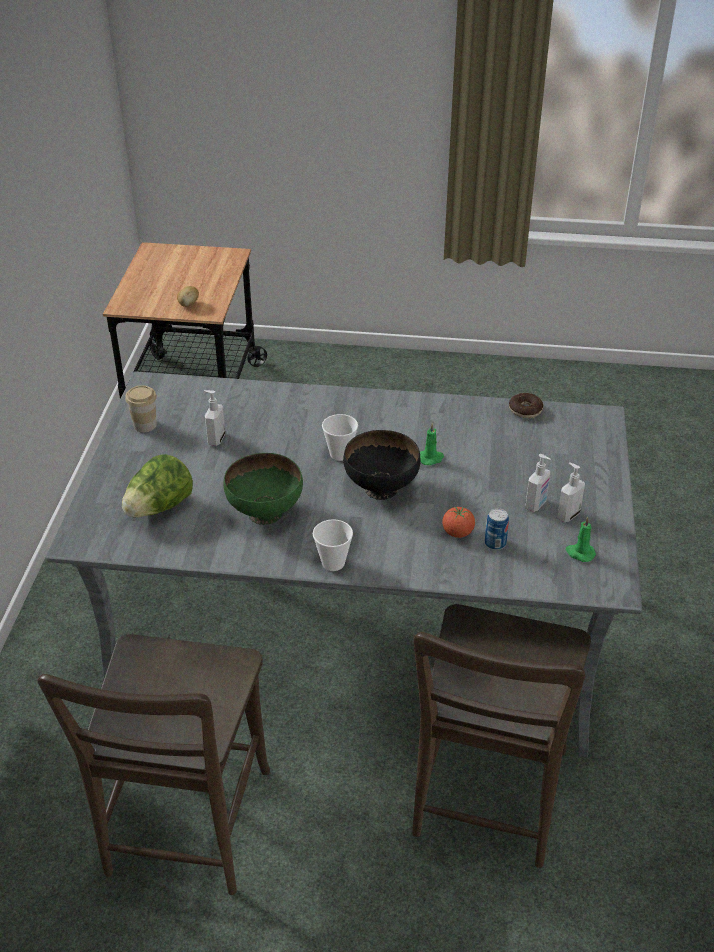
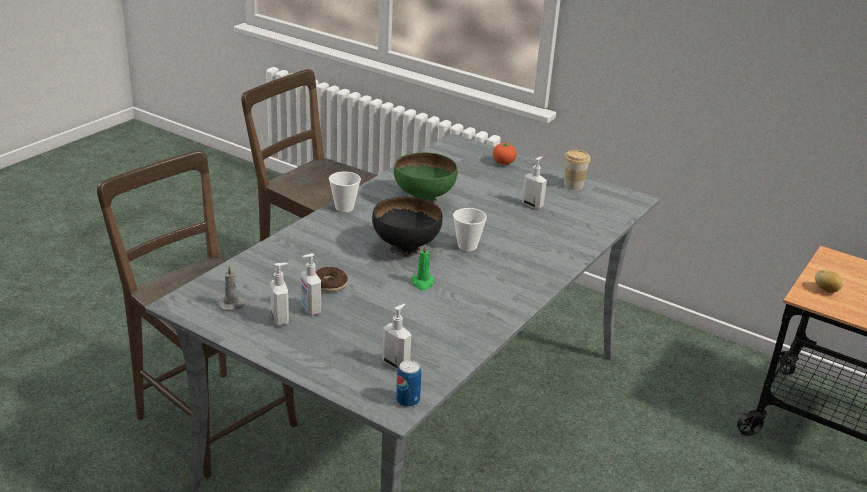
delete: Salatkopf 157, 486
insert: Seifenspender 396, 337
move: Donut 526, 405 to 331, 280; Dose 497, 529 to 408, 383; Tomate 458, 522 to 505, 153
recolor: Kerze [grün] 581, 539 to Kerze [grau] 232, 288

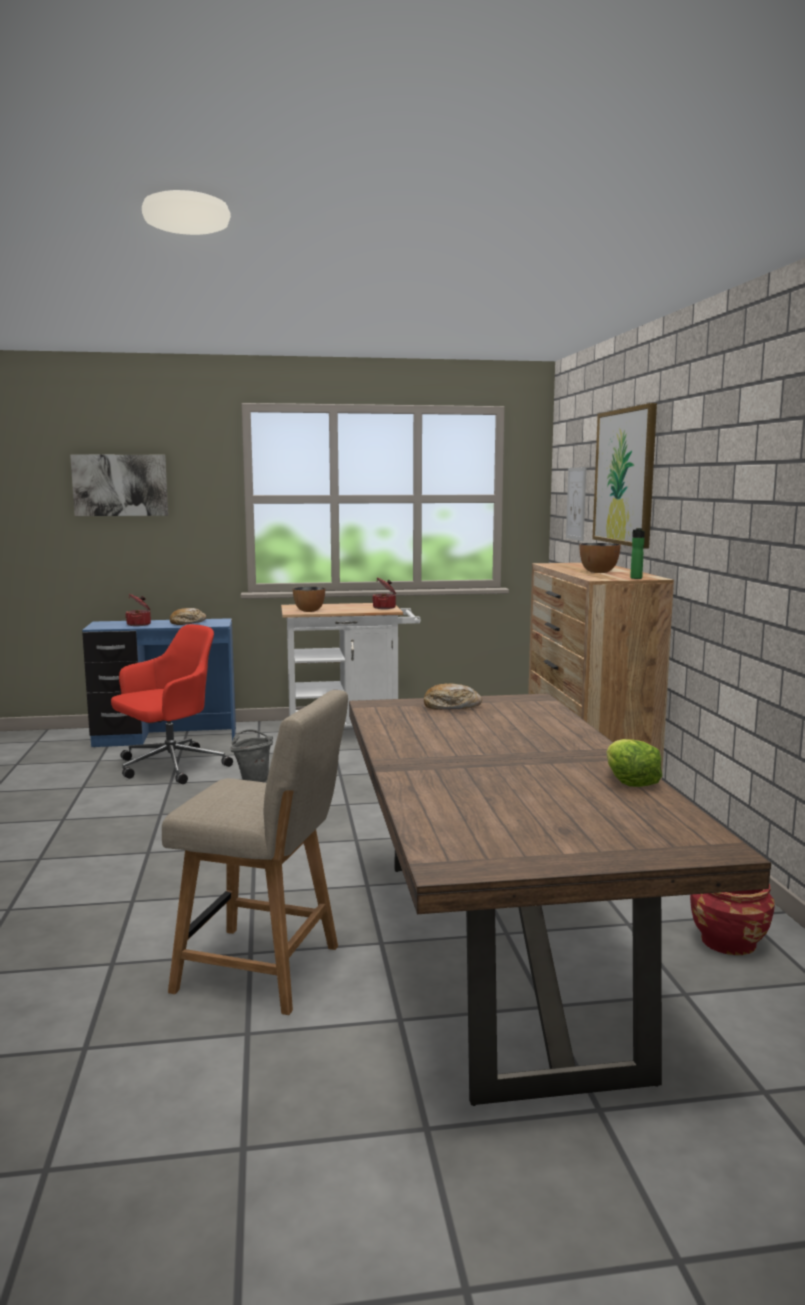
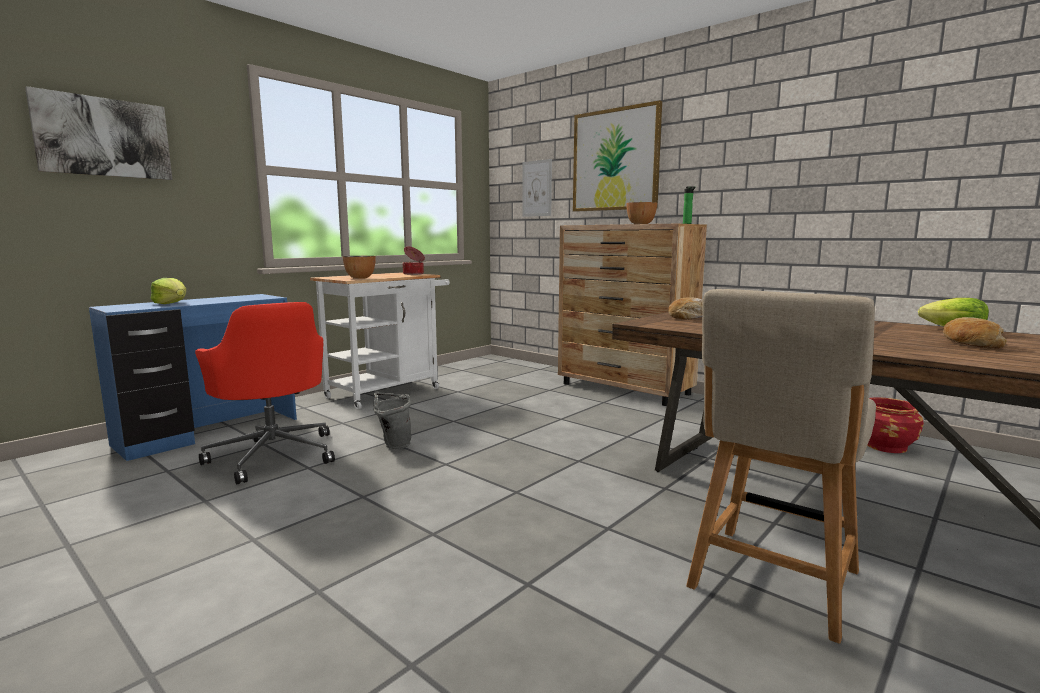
move: Brot 188, 616 to 975, 333
replace: Kochtopf 138, 610 to Salatkopf 168, 291
rotate: Bürostuhl [rot] 172, 704 = 265, 393 135 degrees clockwise; Stuhl [beige] 255, 852 = 781, 466 150 degrees clockwise

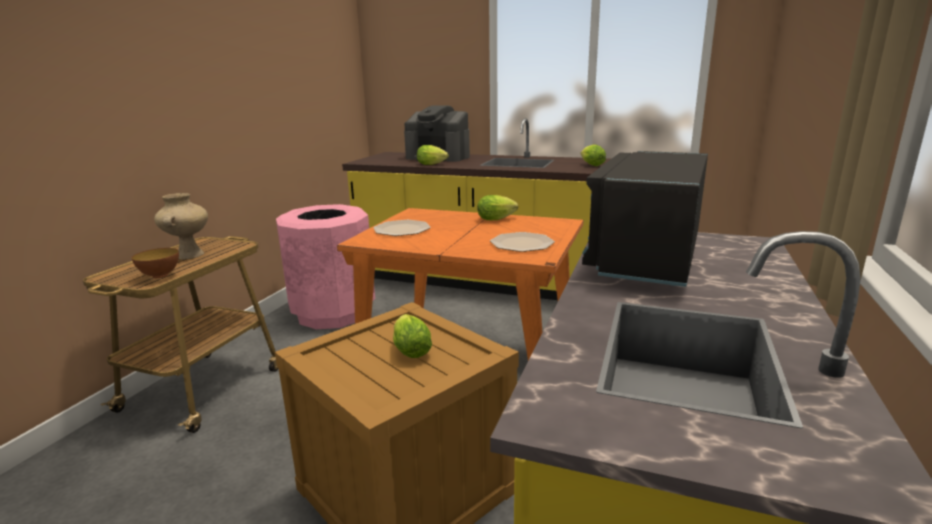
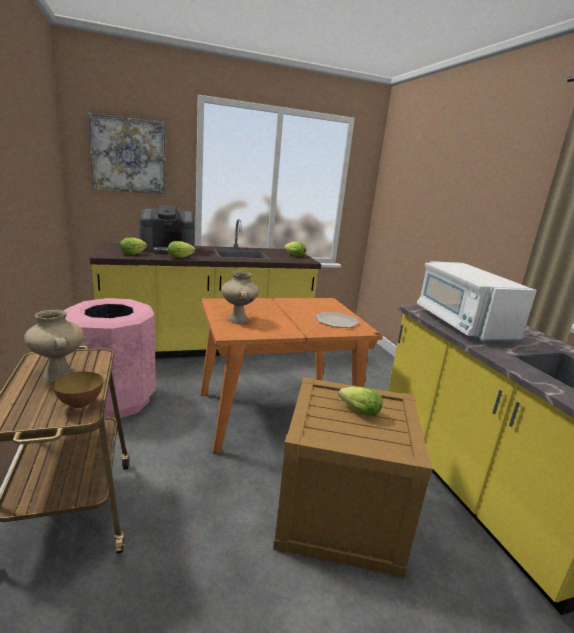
insert: Bild 126, 153
move: Salatkopf 497, 207 to 133, 246
replace: Teller 402, 228 to Vase [beige] 240, 297
recolor: Mikrowelle [schwarz] 645, 219 to Mikrowelle [weiß] 477, 301

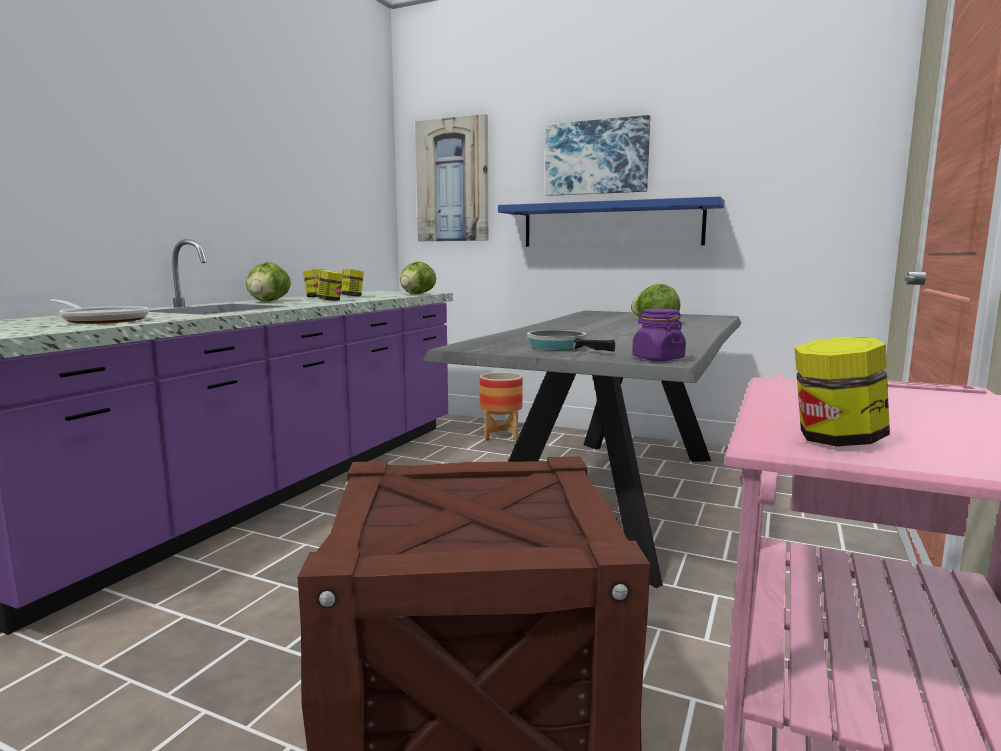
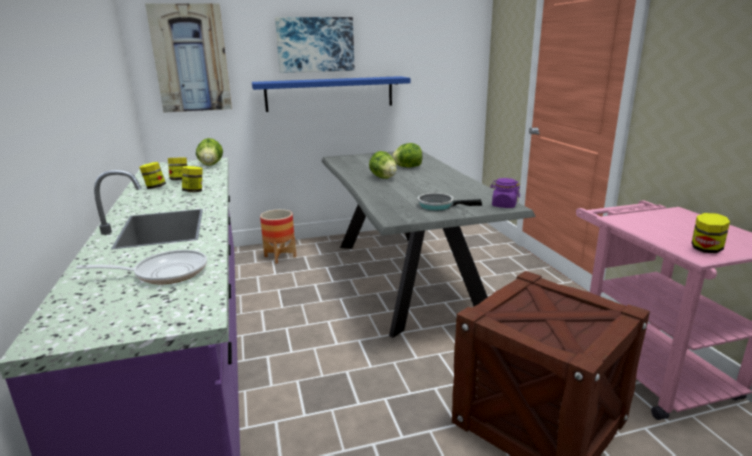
move: Salatkopf 268, 282 to 383, 165

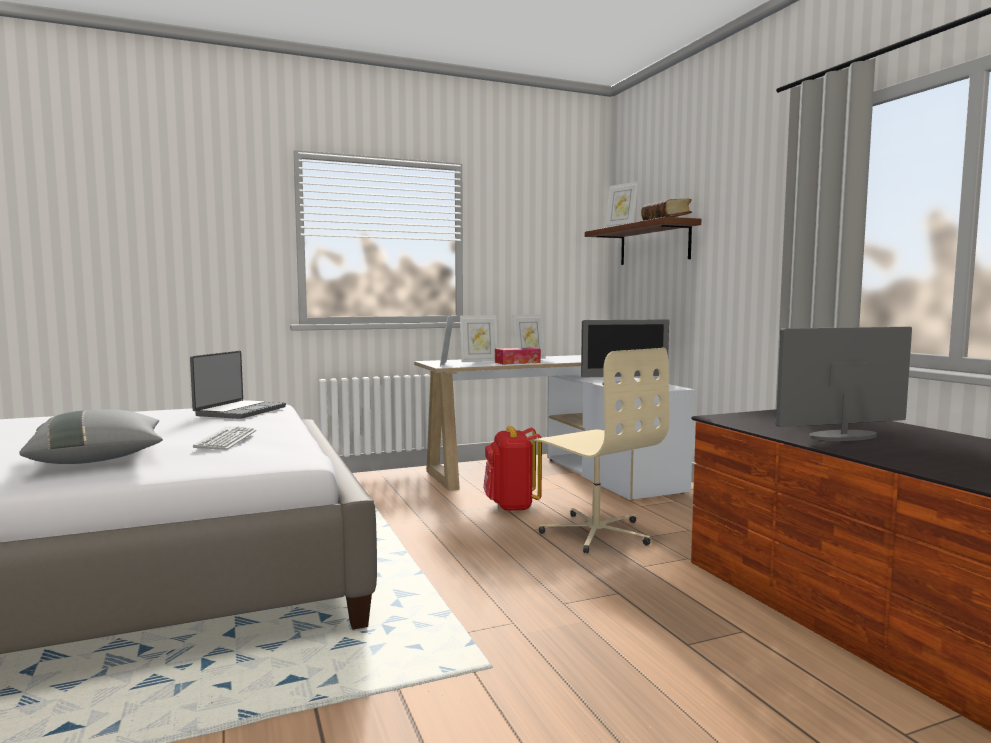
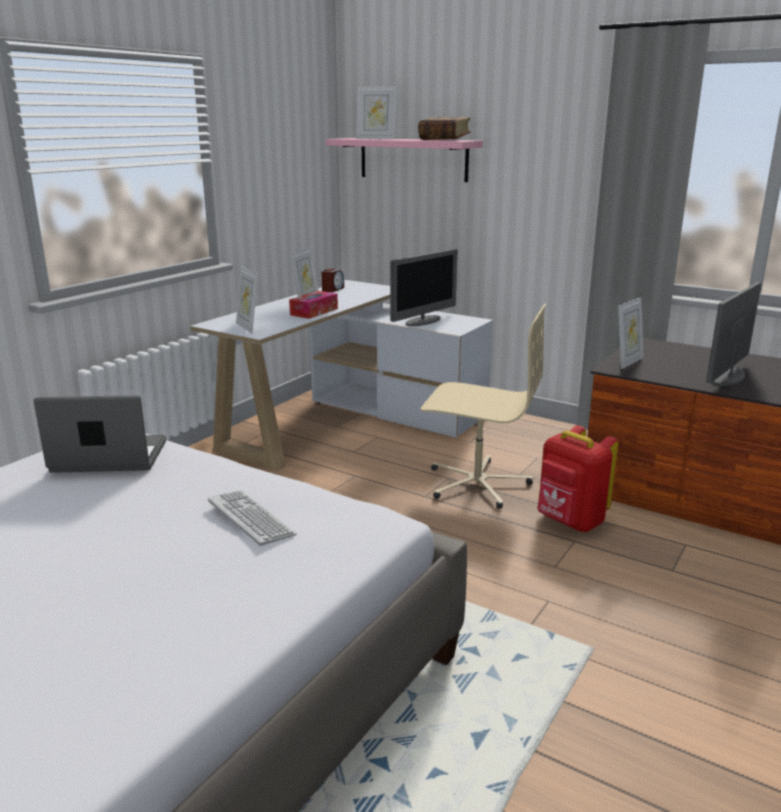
delete: Kissen [grau] 91, 436
insert: Wecker 332, 280
move: Rucksack [rot] 512, 469 to 578, 478; Bilderrahmen 479, 338 to 631, 333
recolor: Wandregal [braun] 643, 241 to Wandregal [rosa] 404, 160
rotate: Laptop 238, 385 = 99, 434 75 degrees counterclockwise

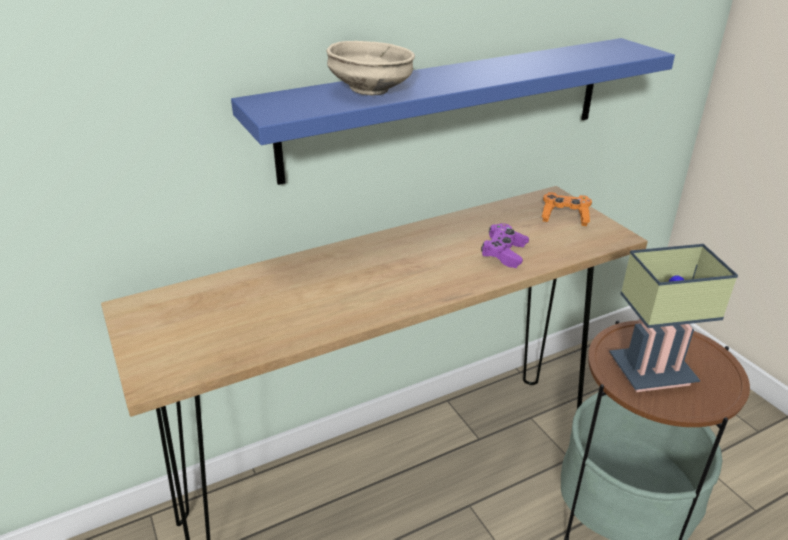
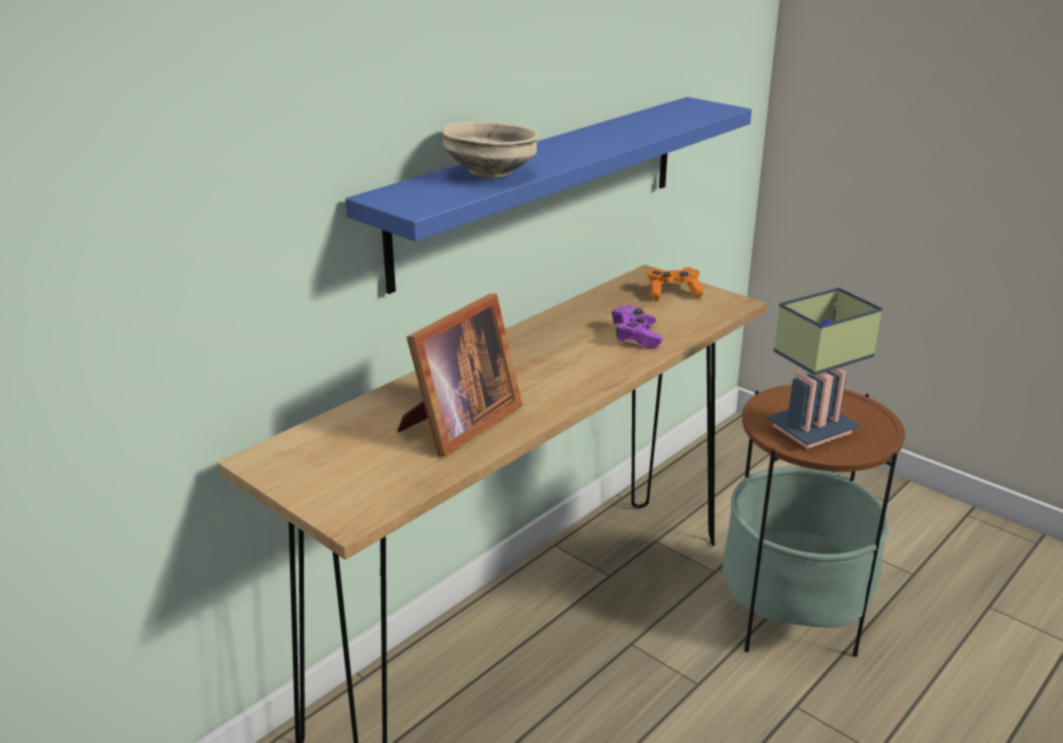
insert: Bilderrahmen 459, 375

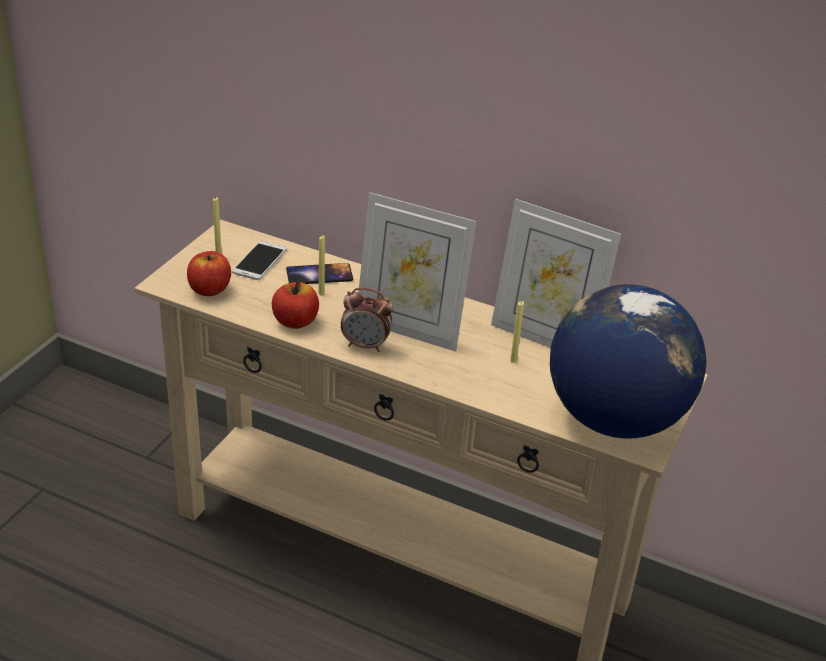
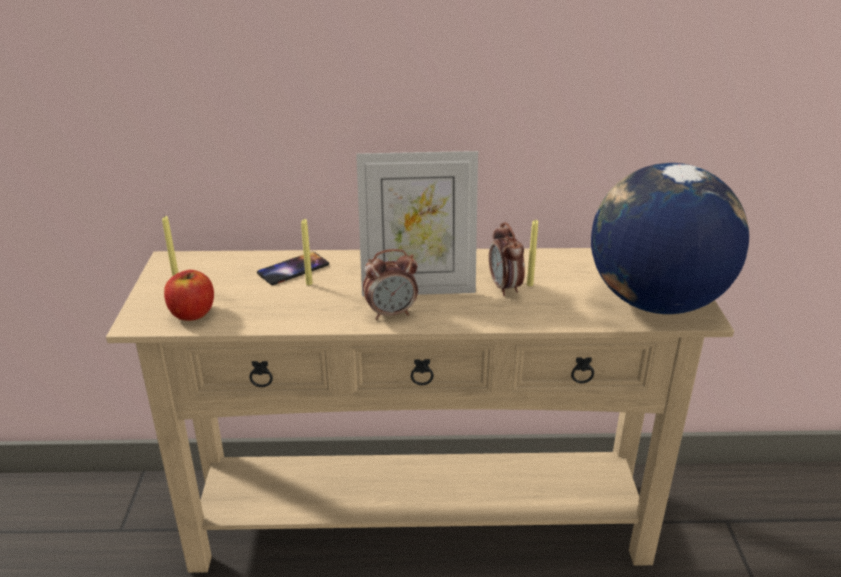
delete: Handy 259, 260; Apfel 295, 305; Bilderrahmen 556, 273
insert: Wecker 507, 259

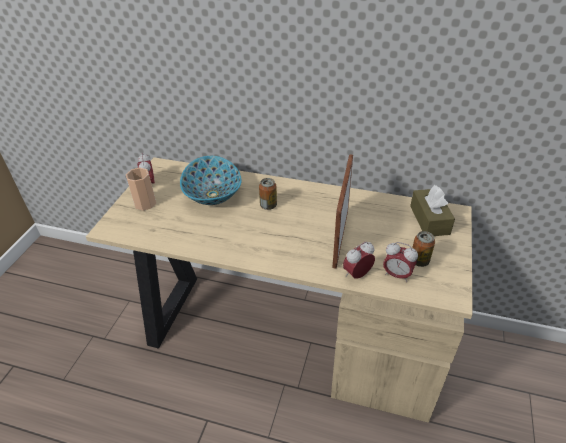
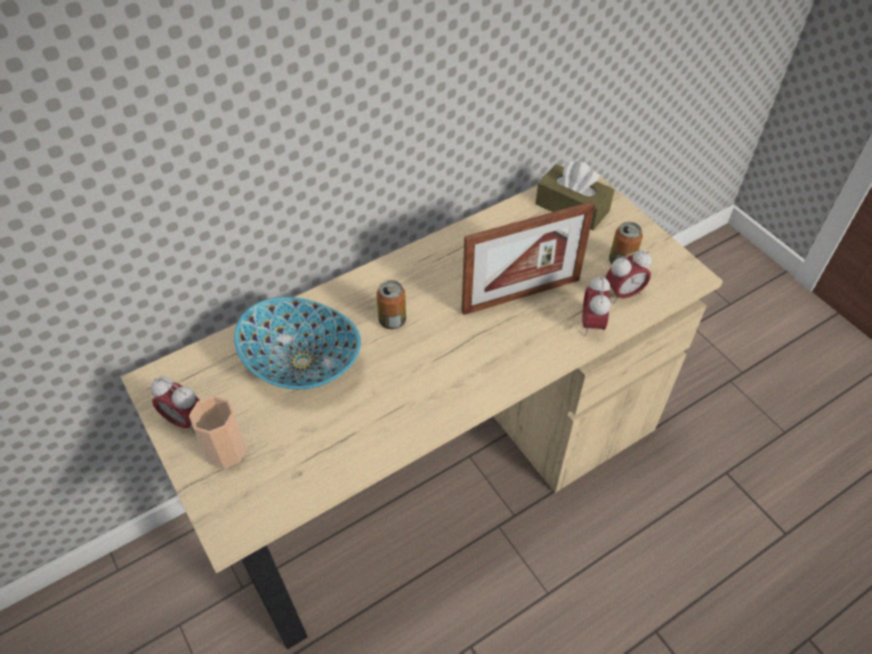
rotate: Bilderrahmen 342, 211 = 528, 258 75 degrees counterclockwise

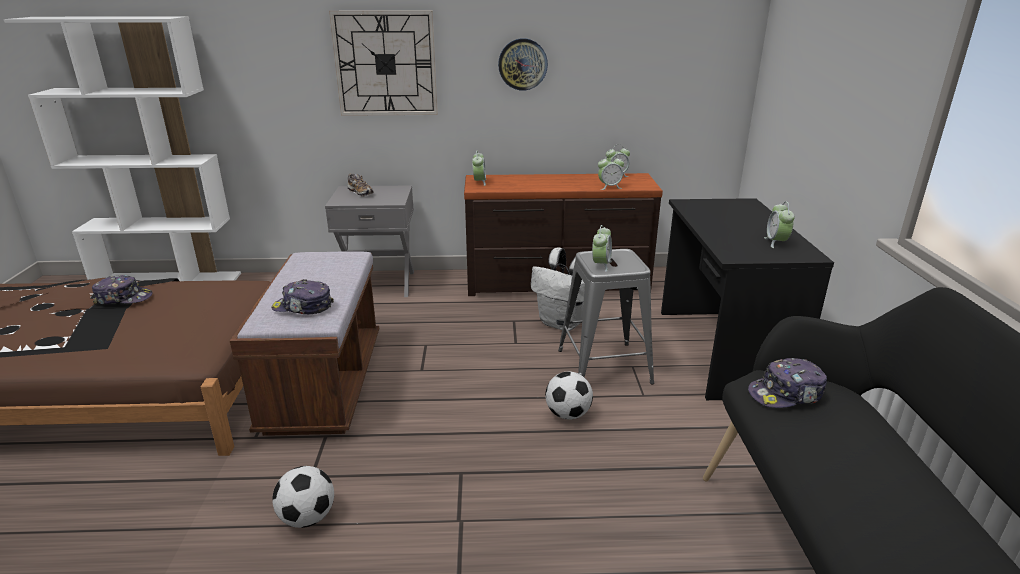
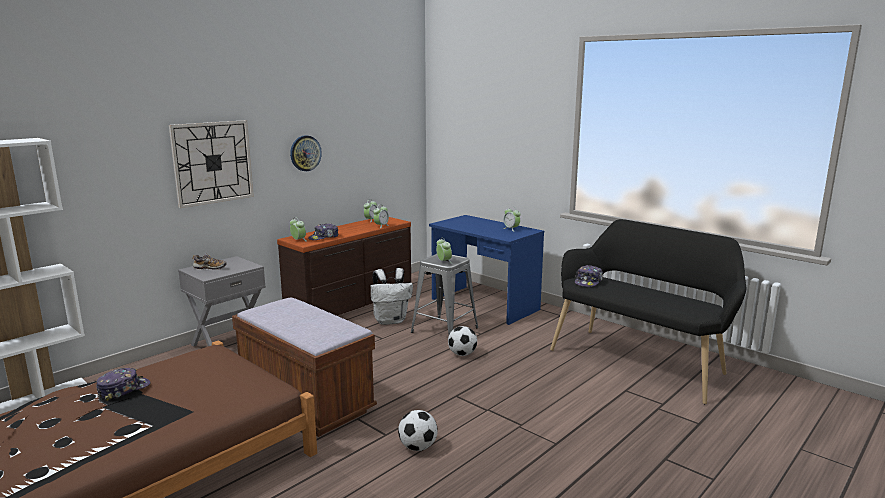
move: Kappe 303, 296 to 323, 232
recolor: Schreibtisch [schwarz] 747, 299 to Schreibtisch [blau] 486, 270

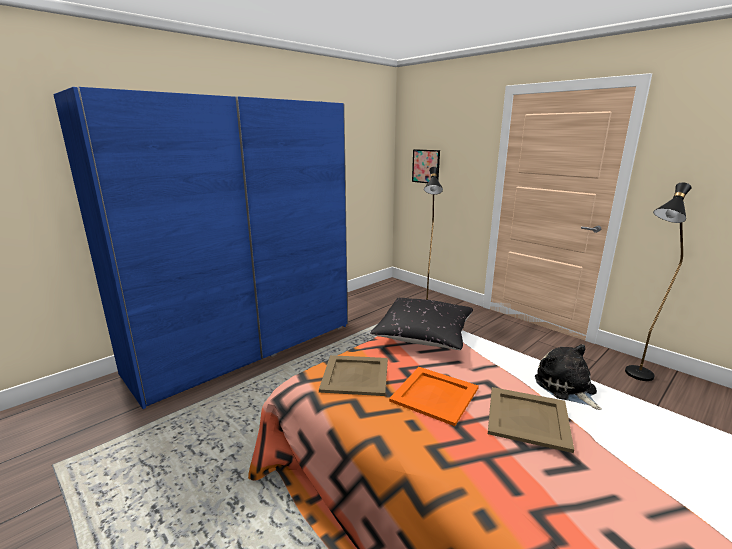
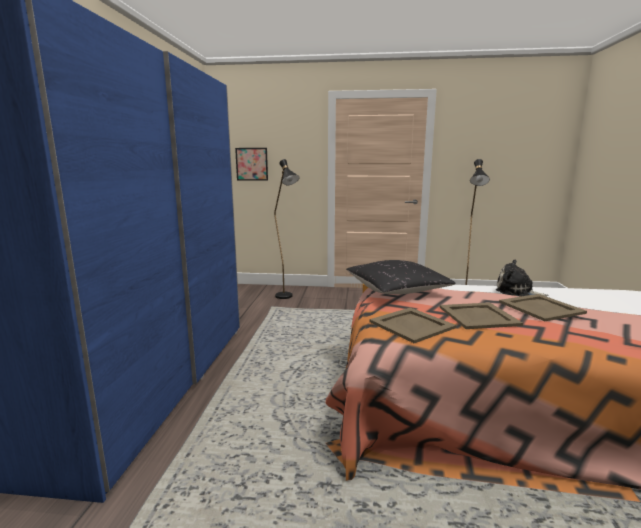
recolor: Tablett [orange] 434, 396 to Tablett [beige] 481, 316

